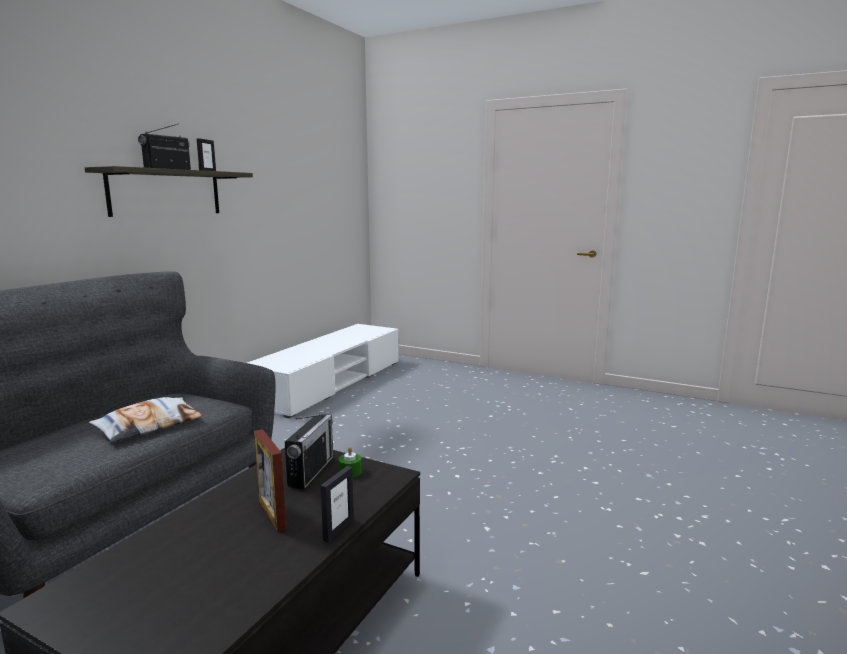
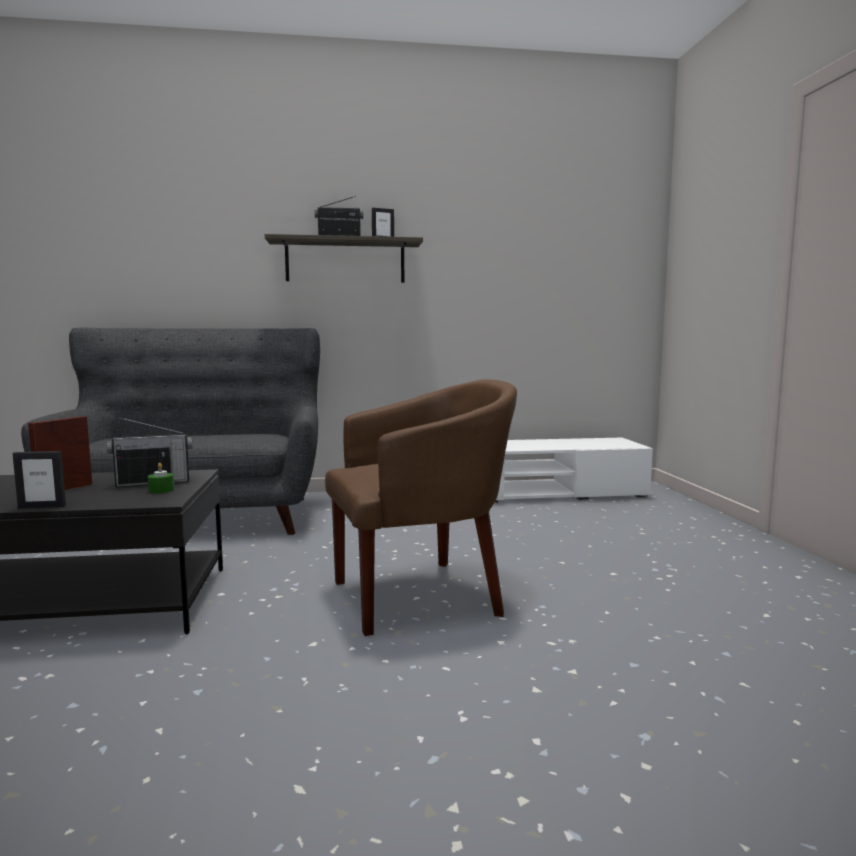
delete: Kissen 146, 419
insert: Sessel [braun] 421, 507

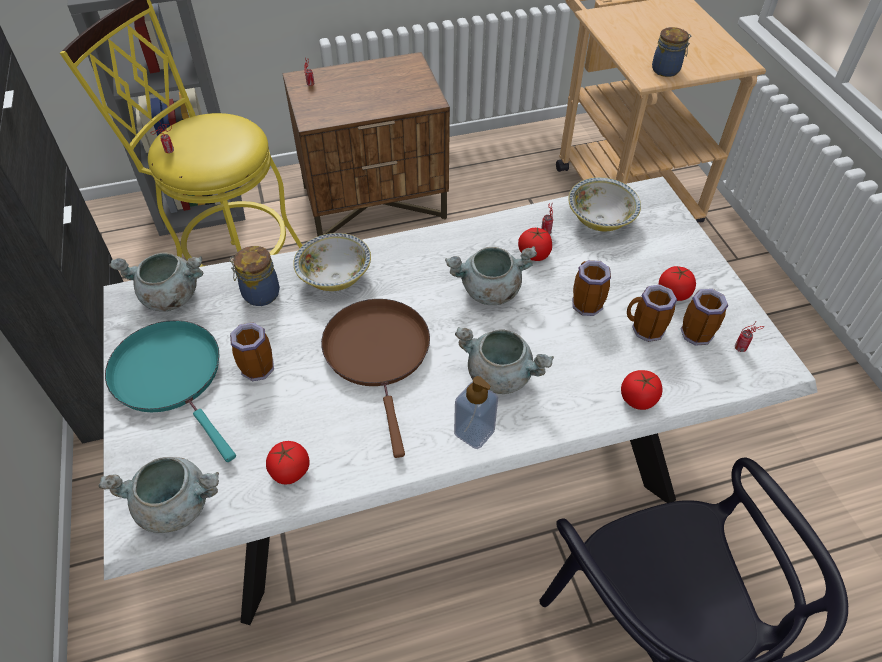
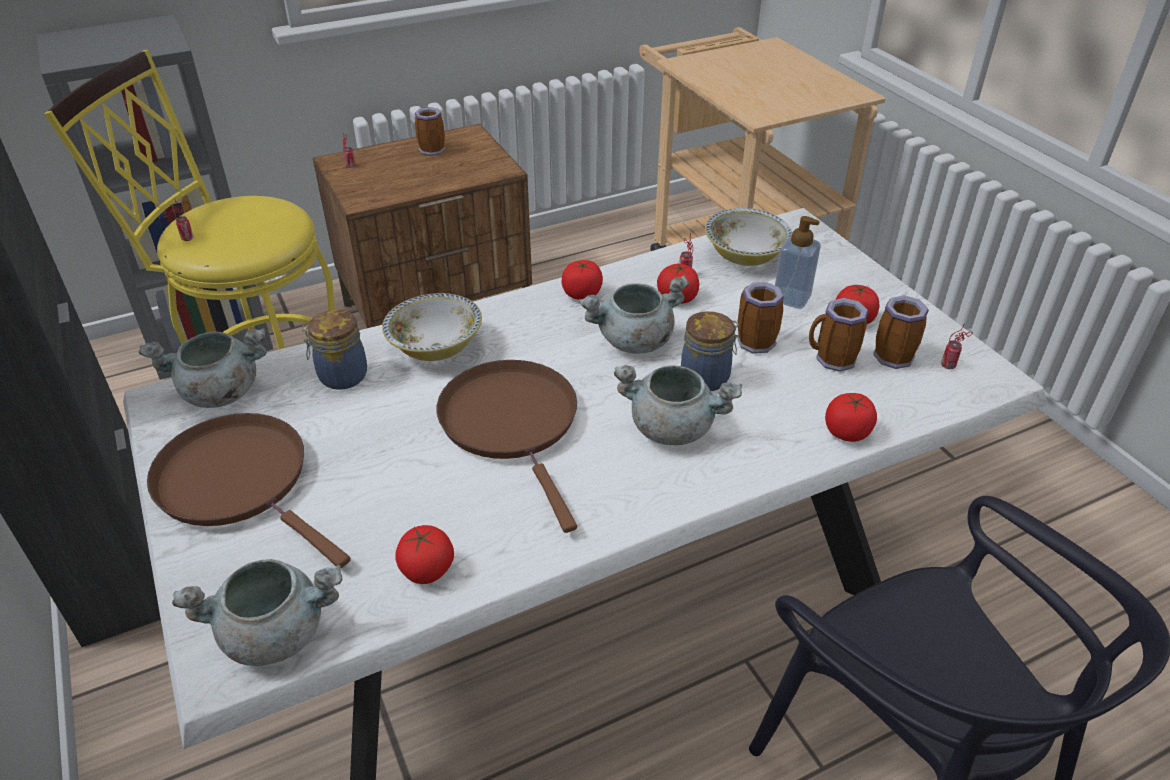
insert: Tomate 582, 280
move: Henkelbecher 252, 352 to 430, 131; Vorratsglas 672, 52 to 710, 351; Seifenspender 476, 412 to 798, 262
recolor: Pfanne [türkis] 170, 391 to Pfanne [braun] 248, 490

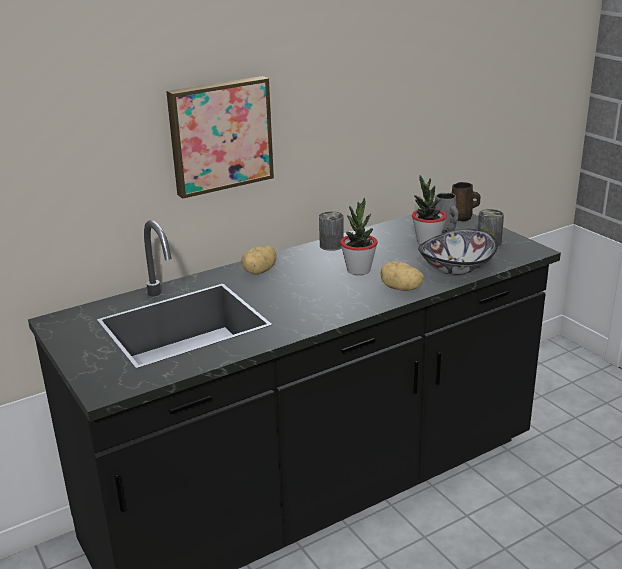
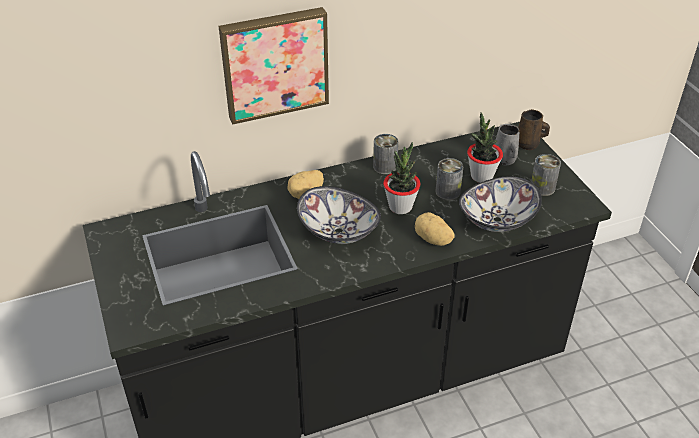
insert: Schüssel 339, 215; Dose 449, 179

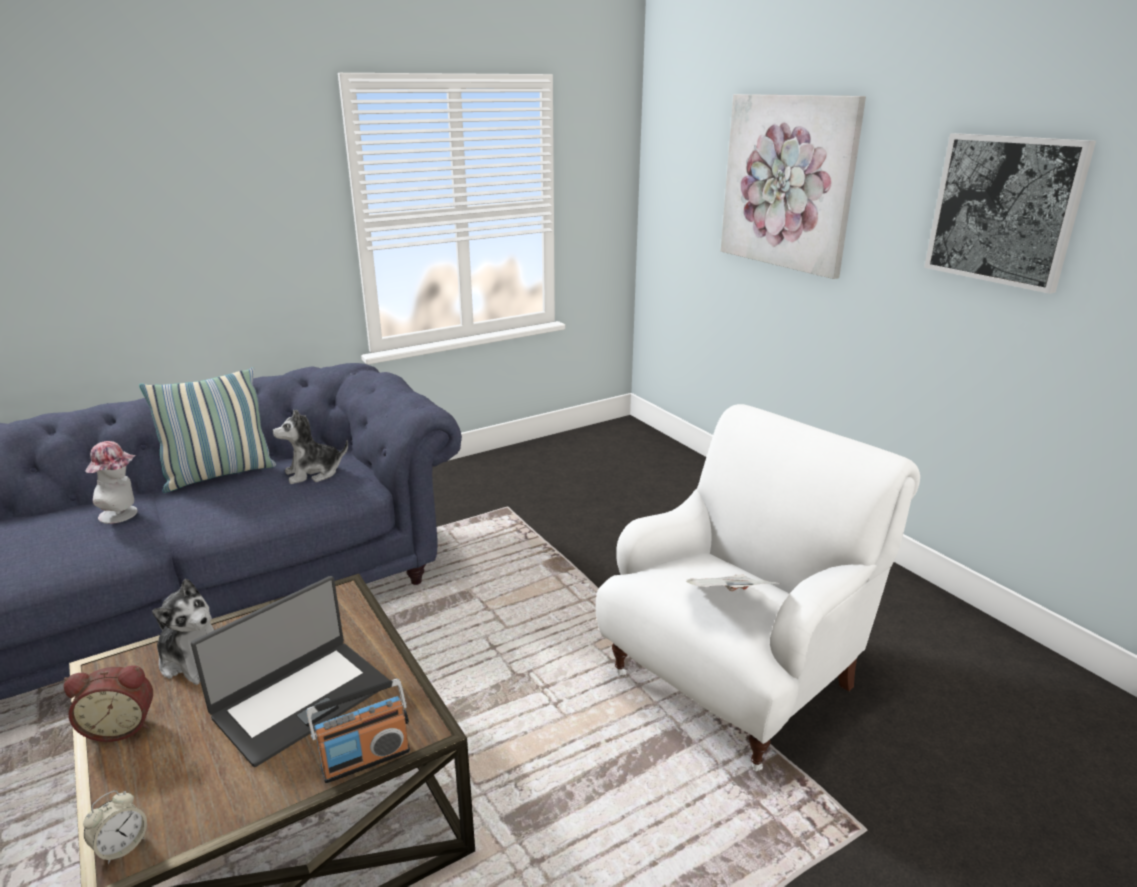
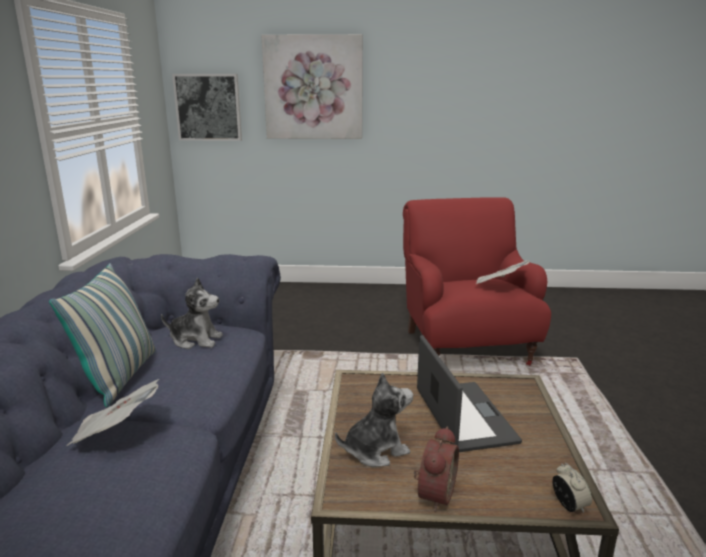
delete: Radio 358, 730
move: Bild 1010, 213 to 207, 107
replace: Hut 111, 482 to Zeitung 112, 412
recolor: Sessel [weiß] 758, 587 to Sessel [rot] 477, 281
rotate: Plüschtier 310, 447 = 192, 313 90 degrees counterclockwise

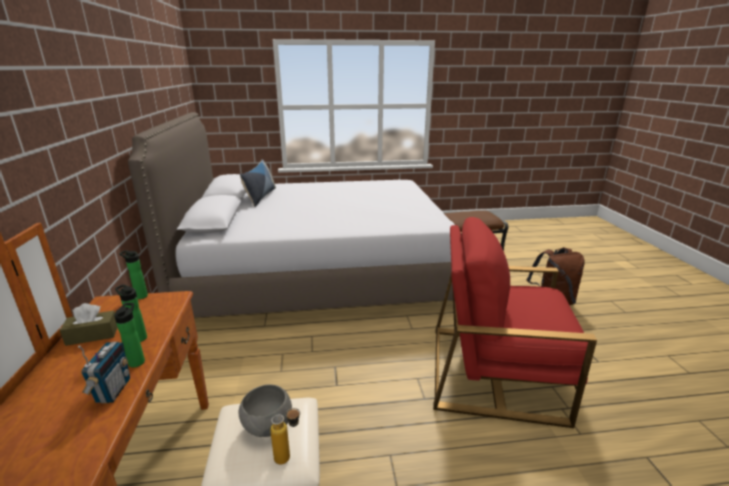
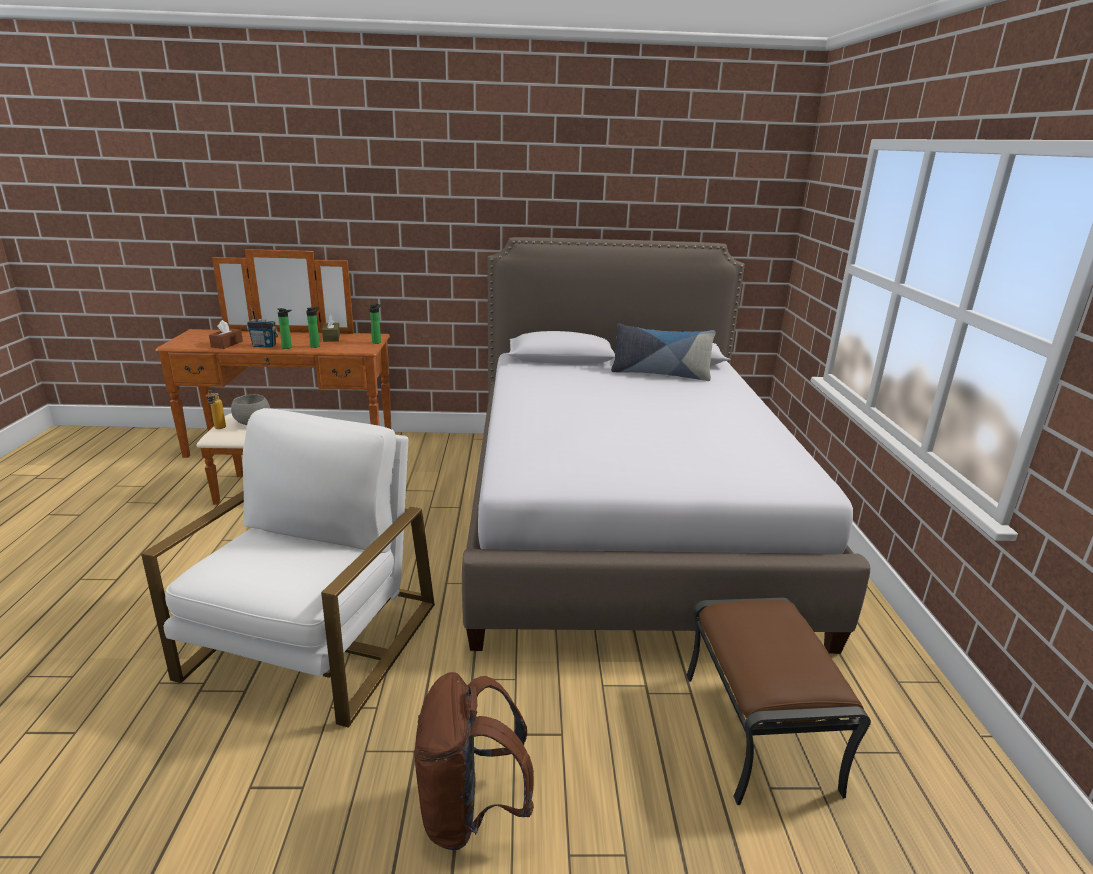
insert: Taschentuchbox [braun] 226, 334
recolor: Sessel [rot] 515, 322 to Sessel [weiß] 288, 568

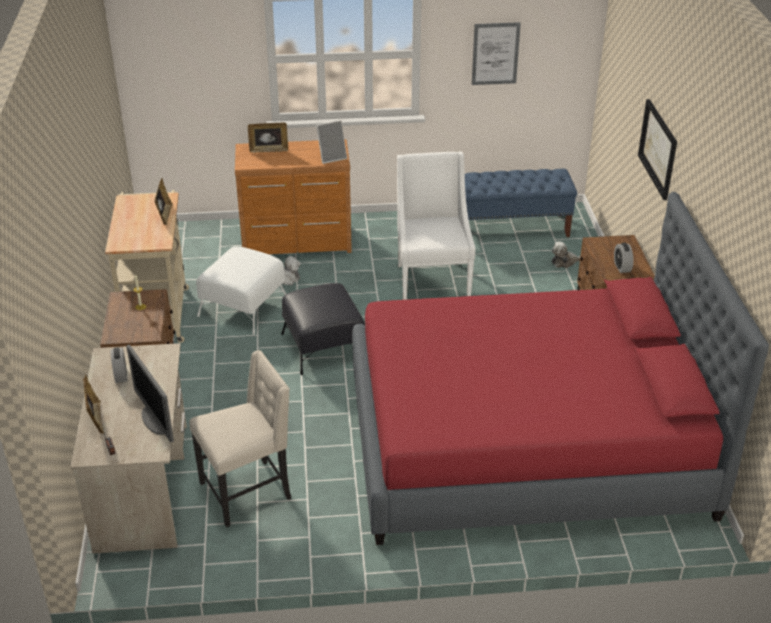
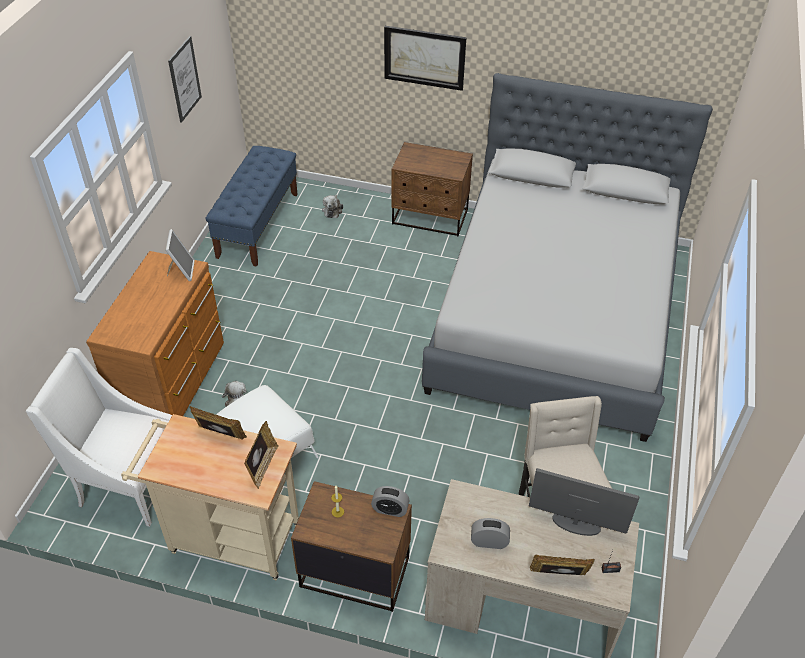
delete: Polsterhocker [schwarz] 323, 329
move: Sessel [weiß] 436, 226 to 99, 437; Bilderrahmen 268, 137 to 261, 455; Wecker 623, 258 to 390, 501
recolor: Bett [rot] 560, 368 to Bett [grau] 567, 257
rotate: Monitor 150, 393 = 584, 502 150 degrees counterclockwise

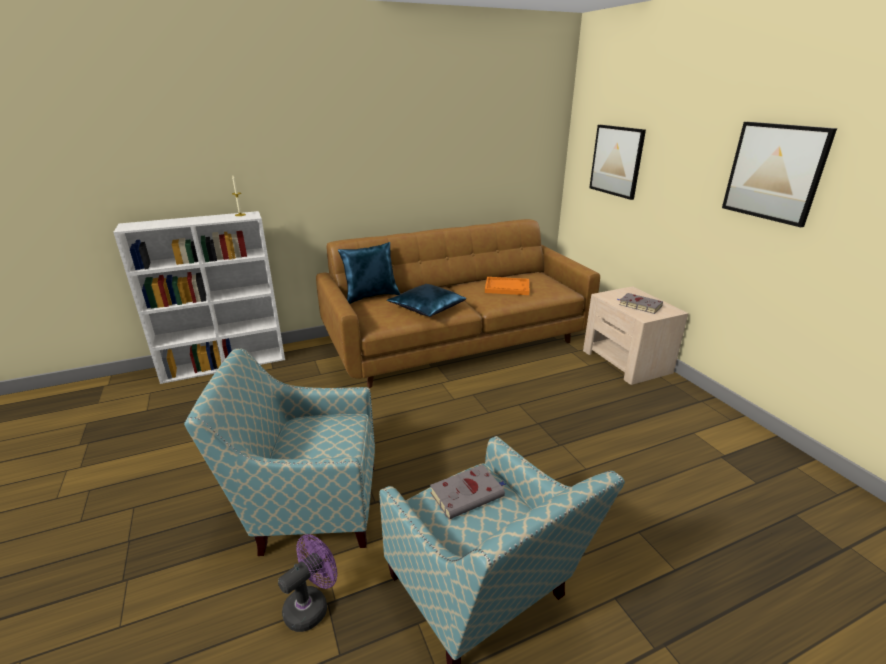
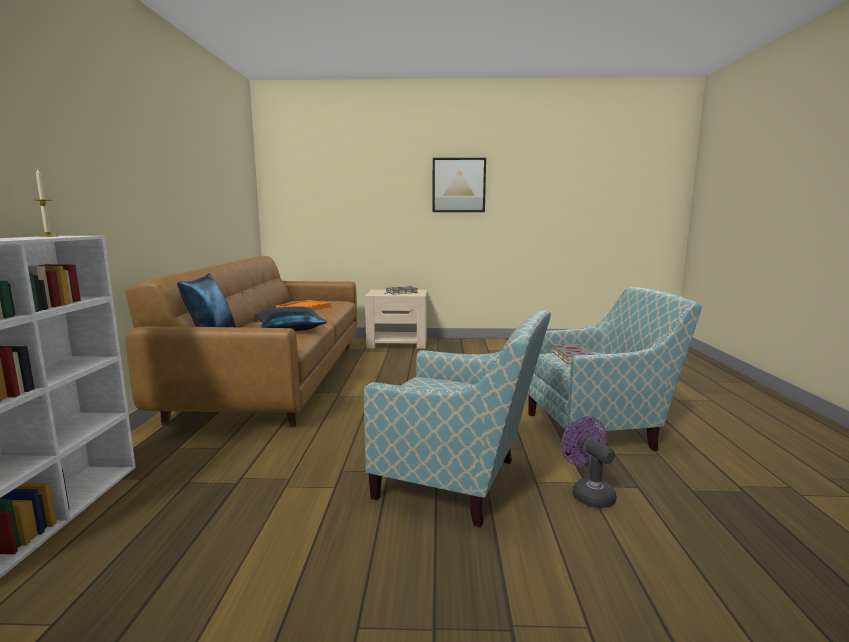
delete: Bild 617, 162
rotate: Sessel 279, 452 = 457, 419 90 degrees counterclockwise

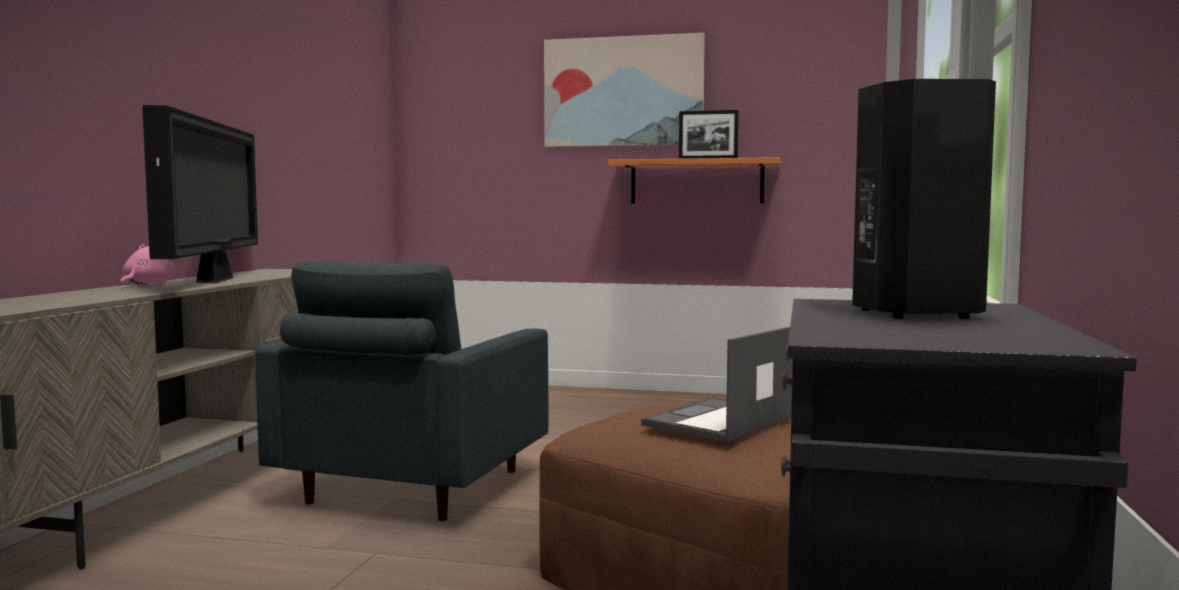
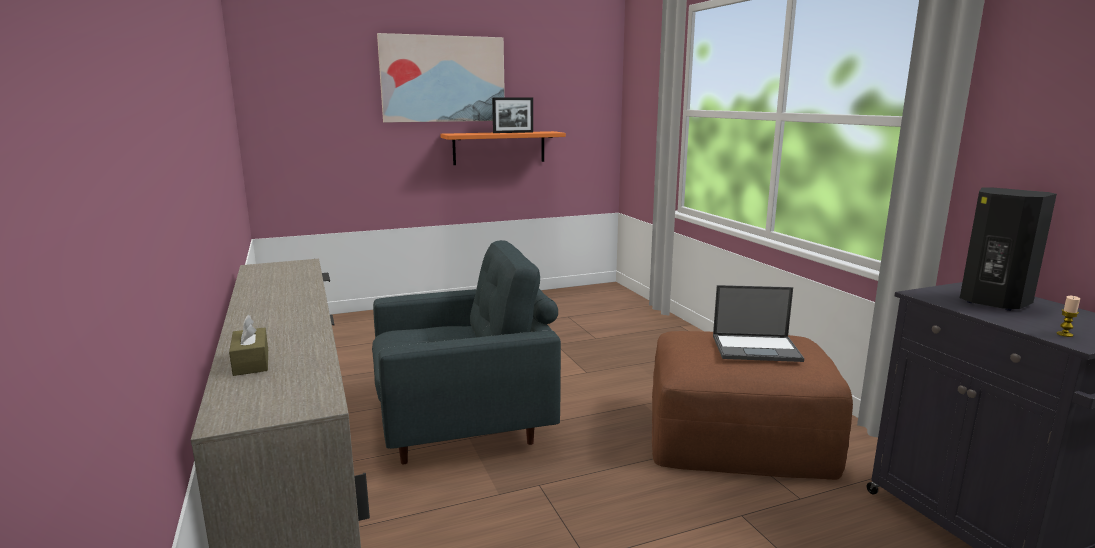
delete: Plüschtier [rosa] 147, 265; Fernseher 200, 194
insert: Taschentuchbox [braun] 248, 345; Kerze 1068, 316
rotate: Sessel [grau] 402, 391 = 466, 352 90 degrees counterclockwise; Laptop 717, 384 = 758, 323 90 degrees counterclockwise

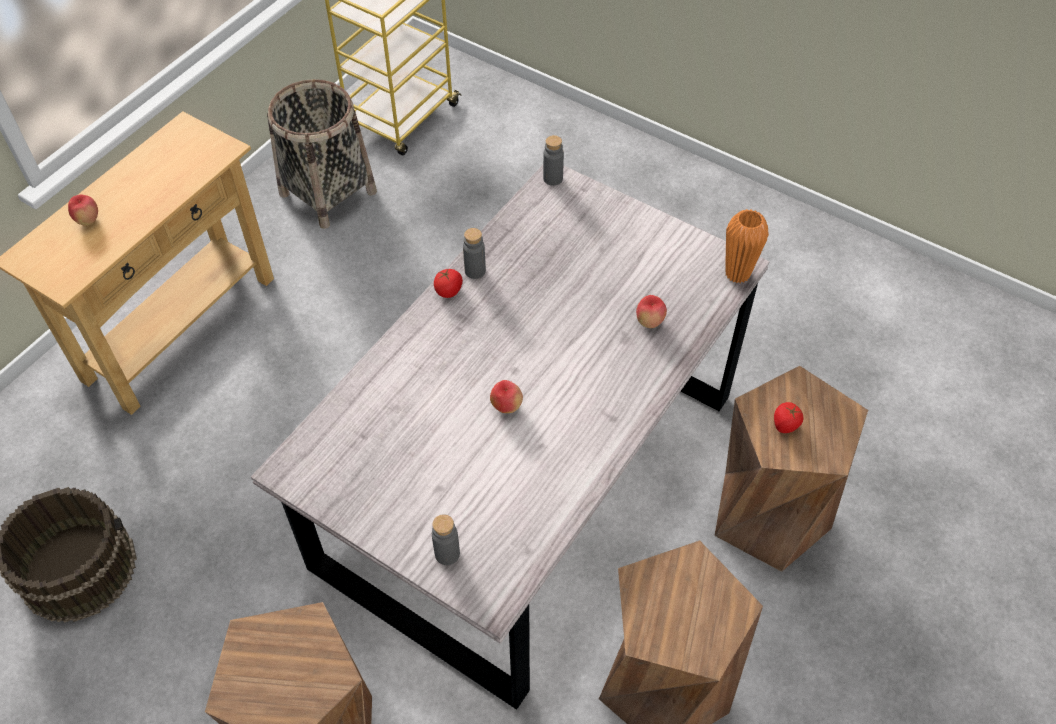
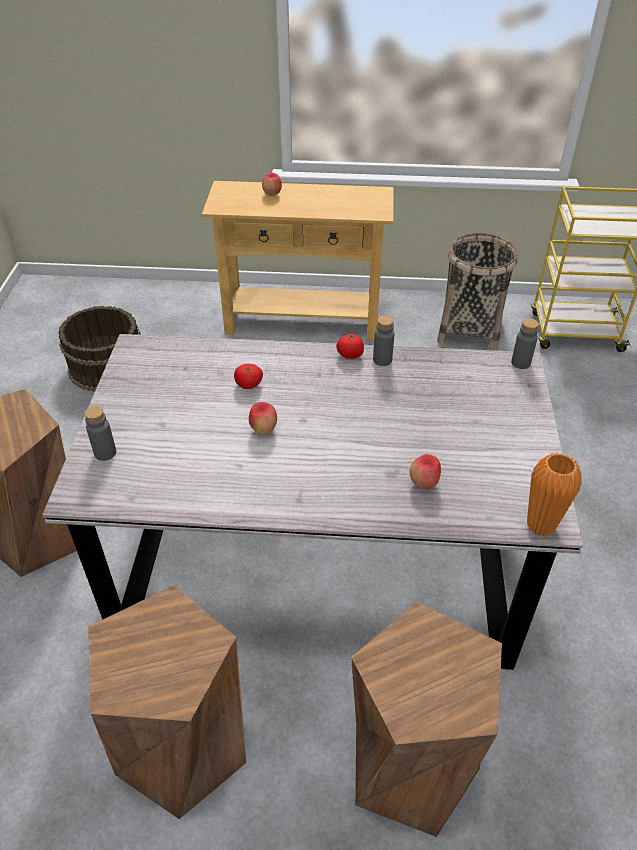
move: Tomate 788, 417 to 248, 376

